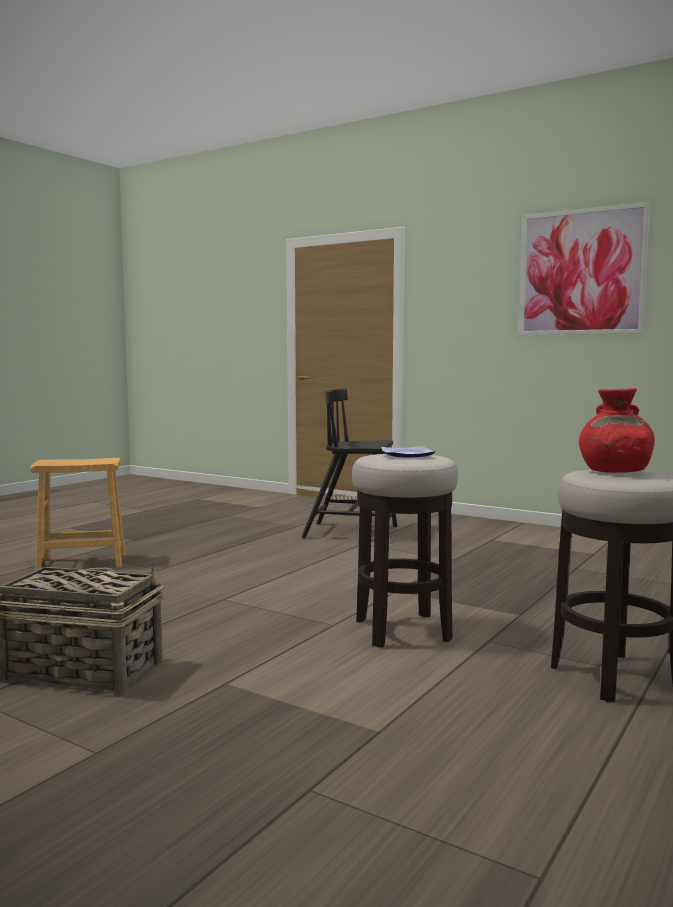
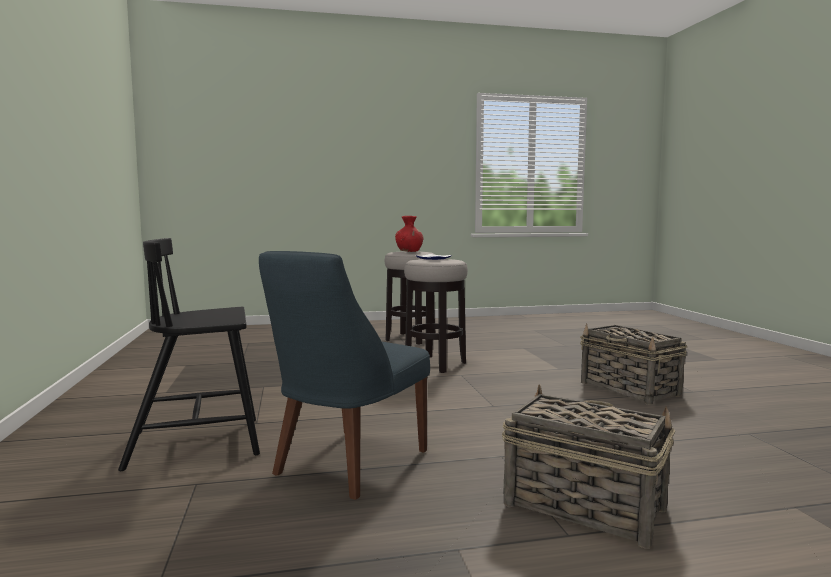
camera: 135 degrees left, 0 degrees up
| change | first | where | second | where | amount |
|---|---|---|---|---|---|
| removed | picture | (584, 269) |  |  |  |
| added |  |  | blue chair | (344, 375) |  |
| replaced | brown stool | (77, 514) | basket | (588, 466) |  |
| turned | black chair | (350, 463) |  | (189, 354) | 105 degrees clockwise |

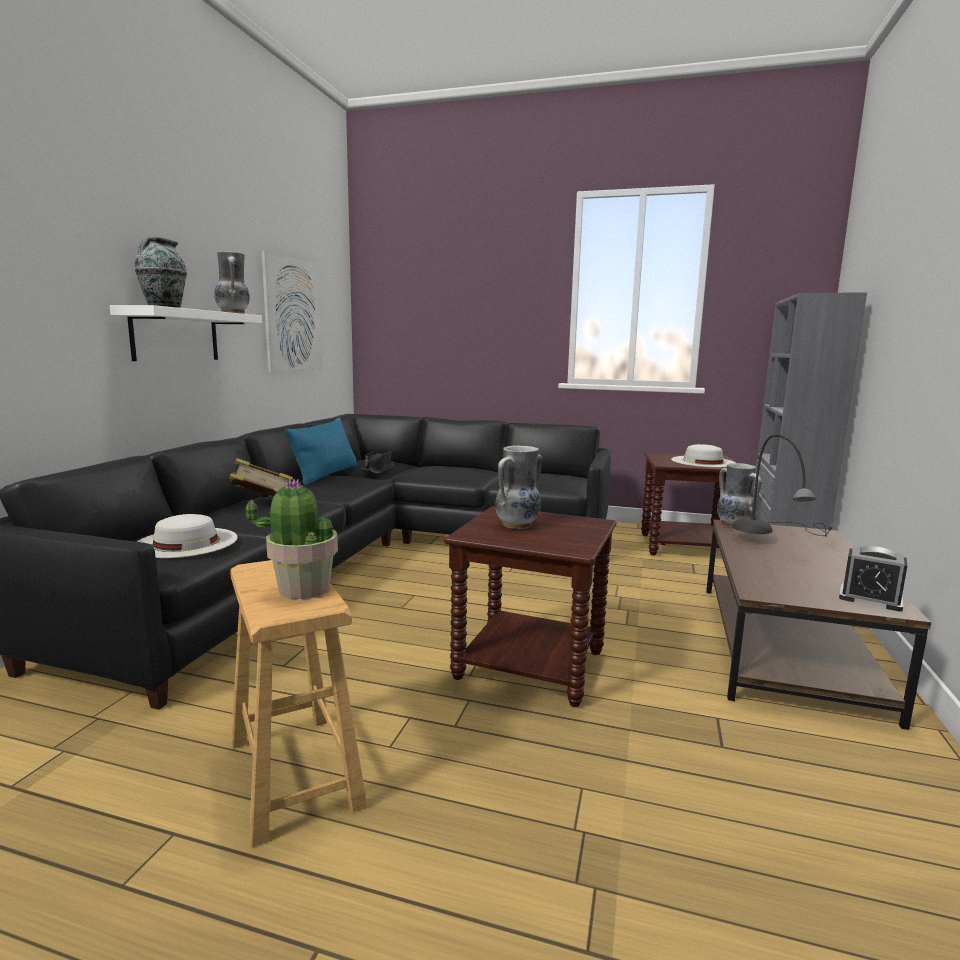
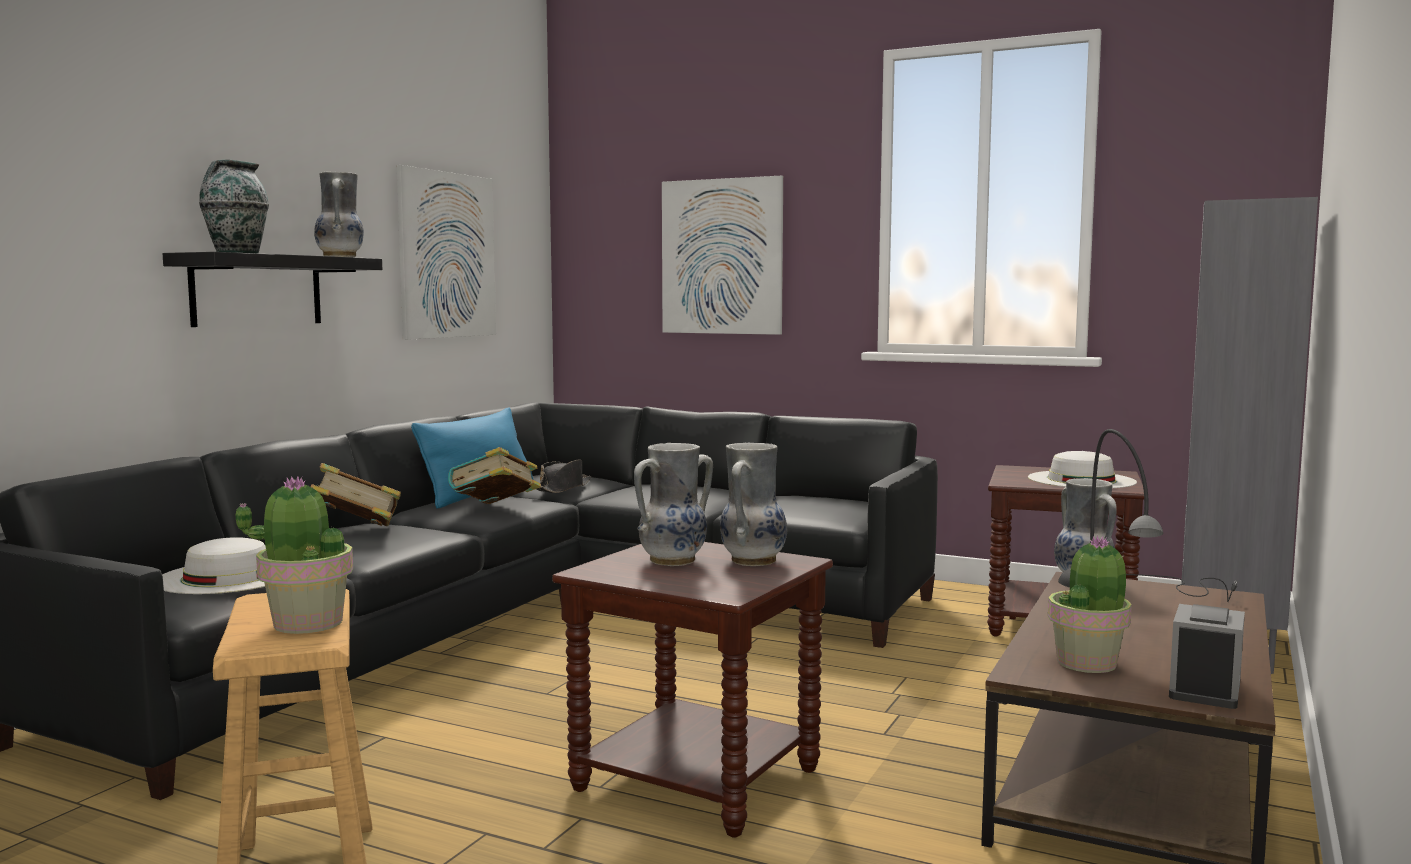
camera: 10 degrees right, 5 degrees down
| change | first | where | second | where | amount |
|---|---|---|---|---|---|
| added |  |  | book | (494, 475) |  |
| added |  |  | picture | (722, 255) |  |
| added |  |  | vase | (753, 504) |  |
| added |  |  | potted plant | (1090, 604) |  |
| recoloured | white shelf | (186, 333) | black shelf | (272, 289) |  |
| turned | alarm clock | (873, 578) |  | (1207, 656) | 105 degrees counterclockwise |

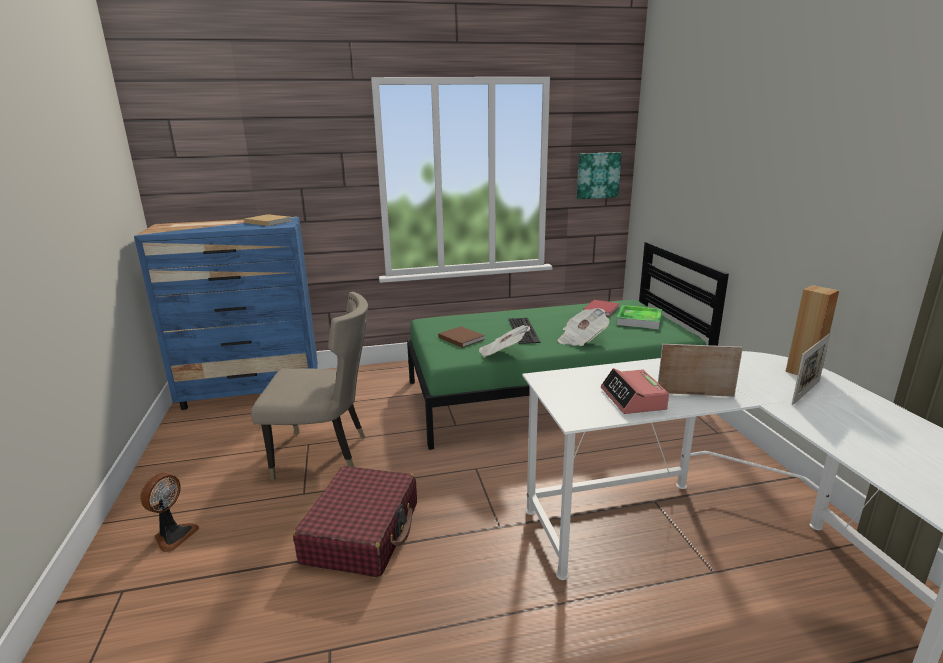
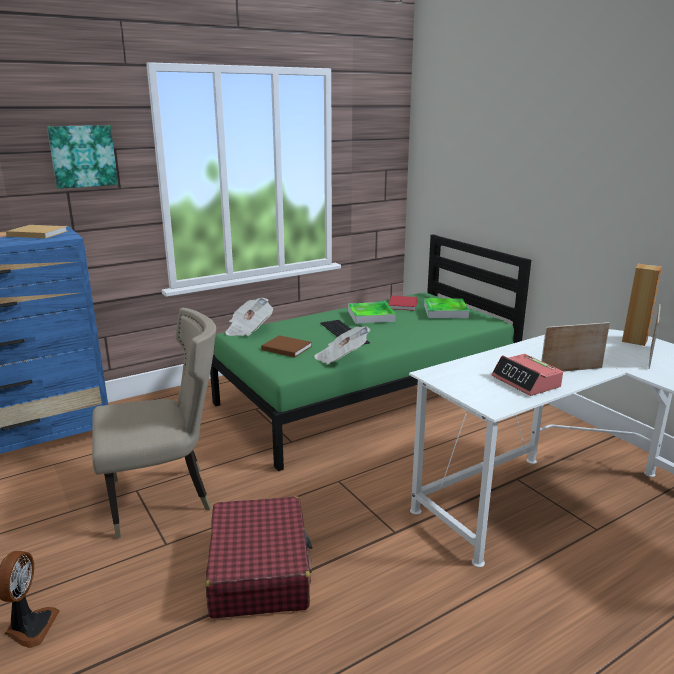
camera: 20 degrees left, 0 degrees up
| change | first | where | second | where | amount |
|---|---|---|---|---|---|
| added |  |  | tray | (372, 313) |  |
| moved | newspaper | (583, 327) |  | (249, 317) |  |
| moved | picture | (599, 175) |  | (82, 157) |  |

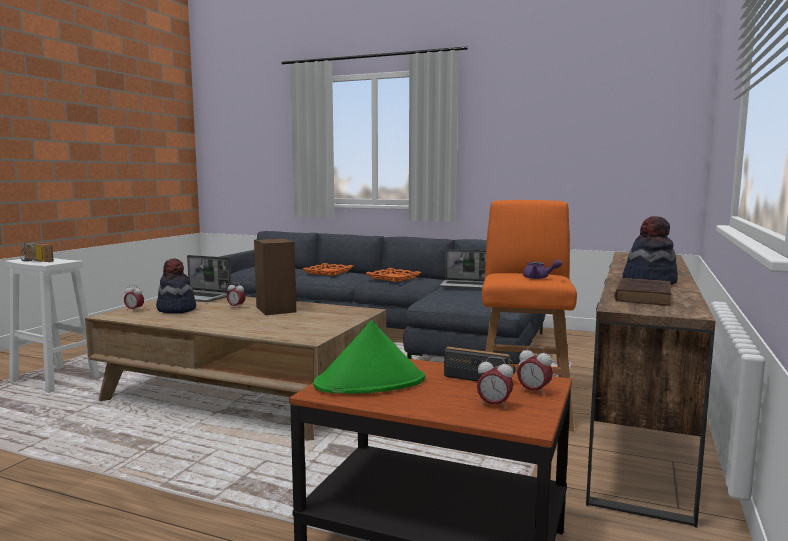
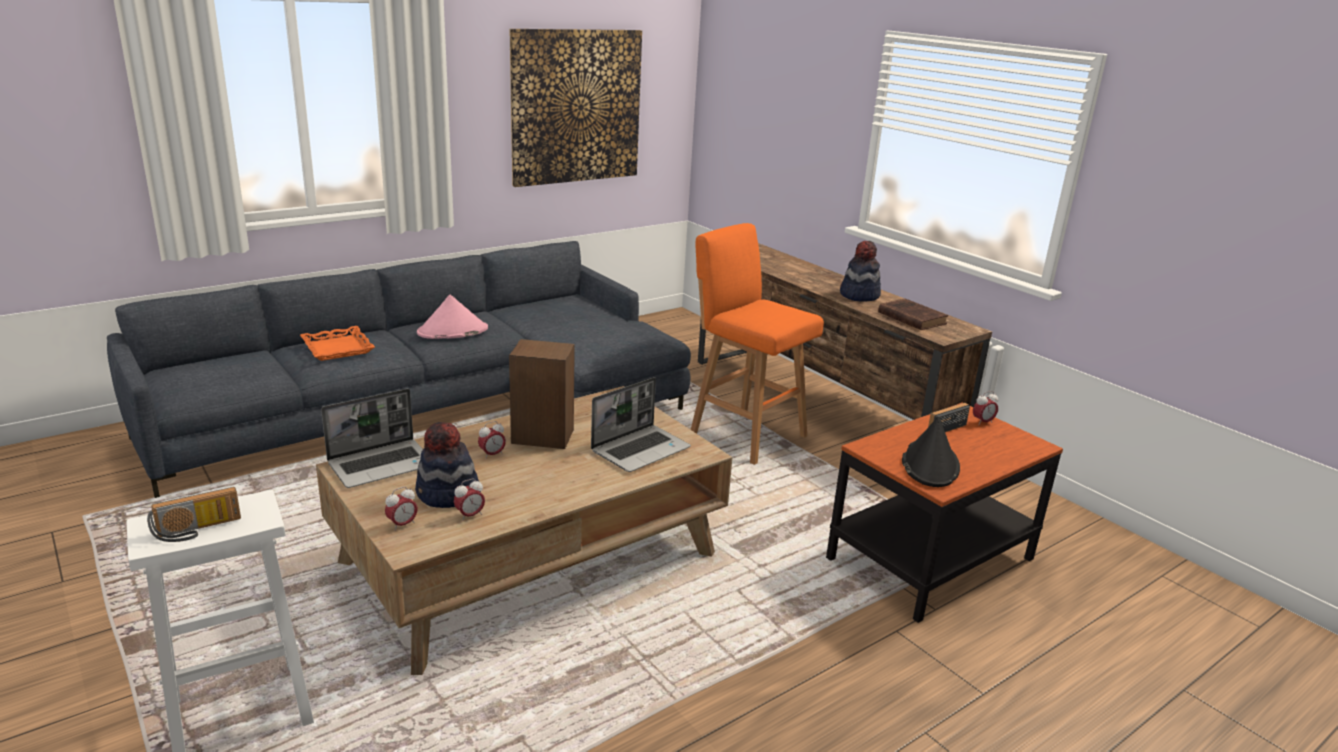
camera: 60 degrees left, 15 degrees up
| change | first | where | second | where | amount |
|---|---|---|---|---|---|
| removed | purple teapot | (542, 269) |  |  |  |
| added |  |  | picture | (575, 108) |  |
| moved | laptop | (463, 269) |  | (641, 424) |  |
| moved | alarm clock | (495, 383) |  | (469, 500) |  |
| replaced | orange tray | (394, 275) | pink hat | (452, 317) |  |
| recoloured | green hat | (369, 357) | black hat | (931, 451) |  |

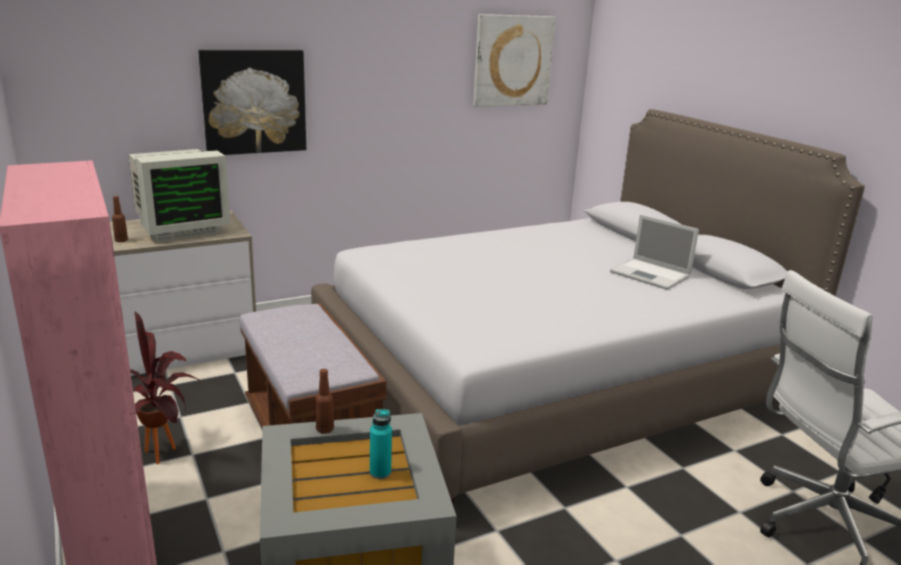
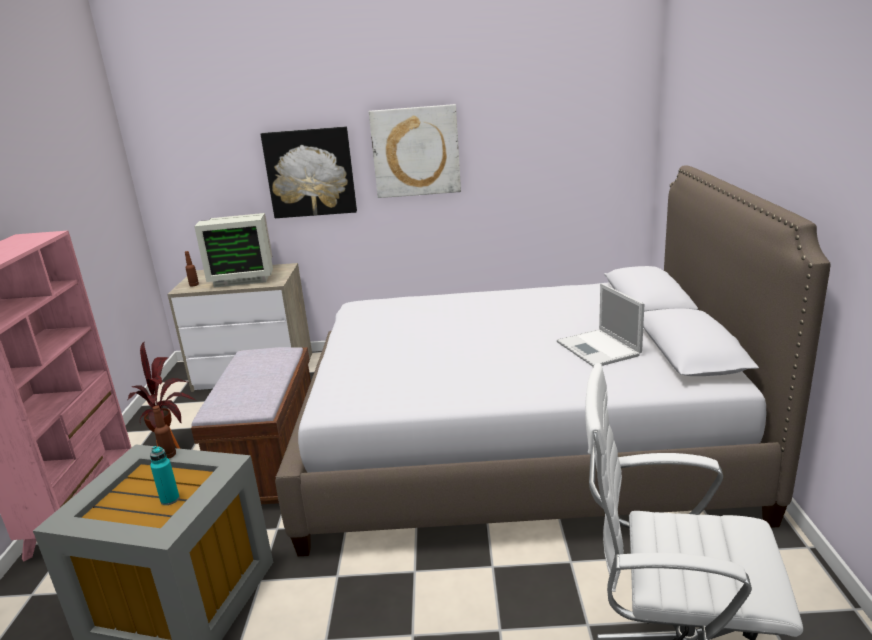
camera: 30 degrees right, 0 degrees up
| change | first | where | second | where | amount |
|---|---|---|---|---|---|
| moved | picture | (514, 60) |  | (415, 151) |  |

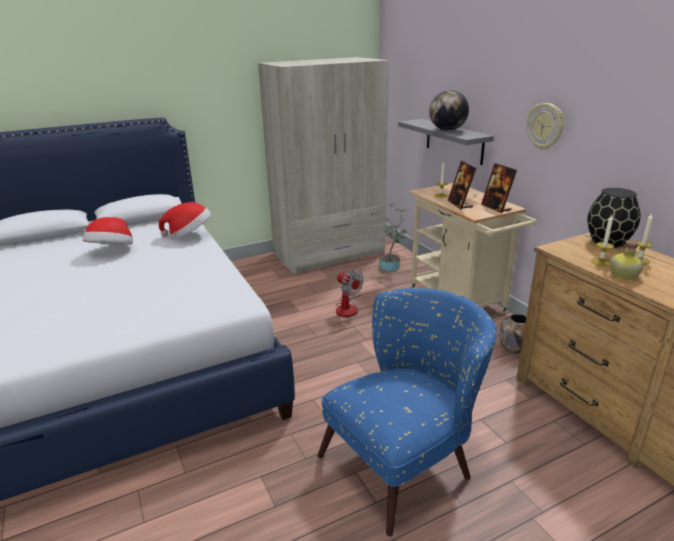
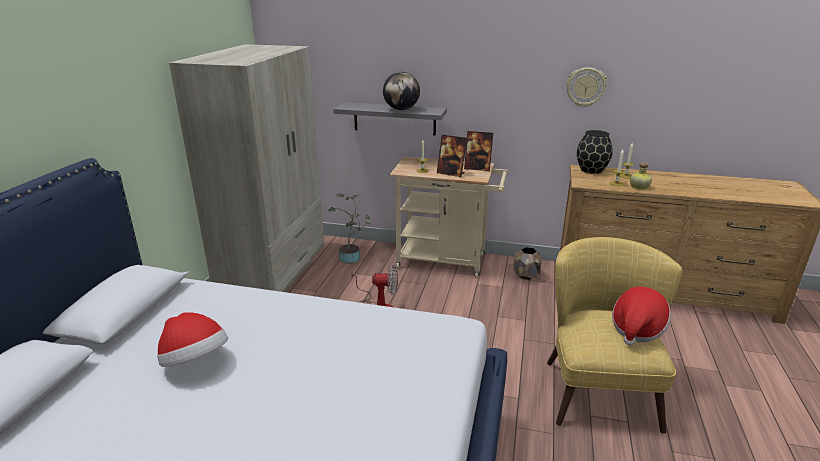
camera: 50 degrees left, 0 degrees up
| change | first | where | second | where | amount |
|---|---|---|---|---|---|
| moved | hat | (185, 220) |  | (641, 316) |  |
| moved | wall clock | (545, 126) |  | (586, 87) |  |
| recoloured | blue armchair | (407, 412) | yellow armchair | (614, 335) |  |

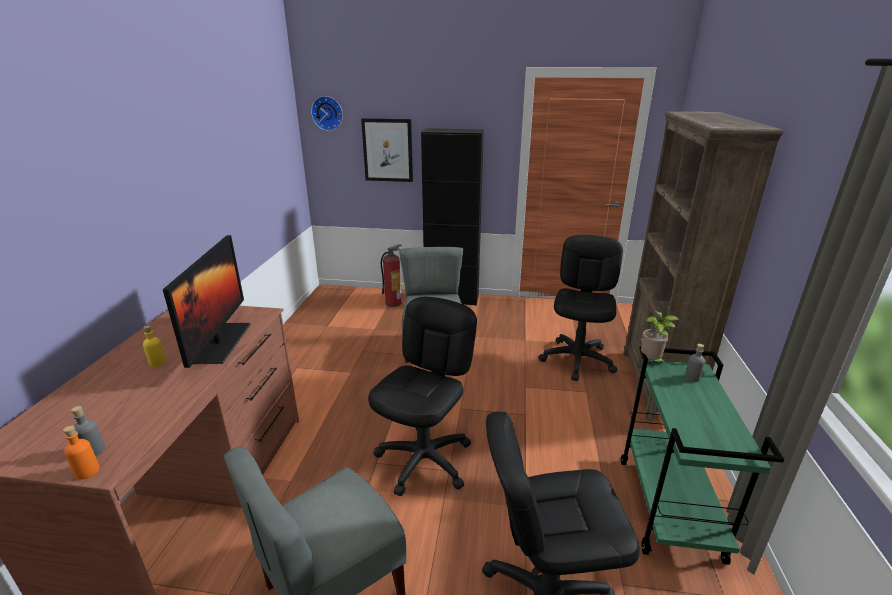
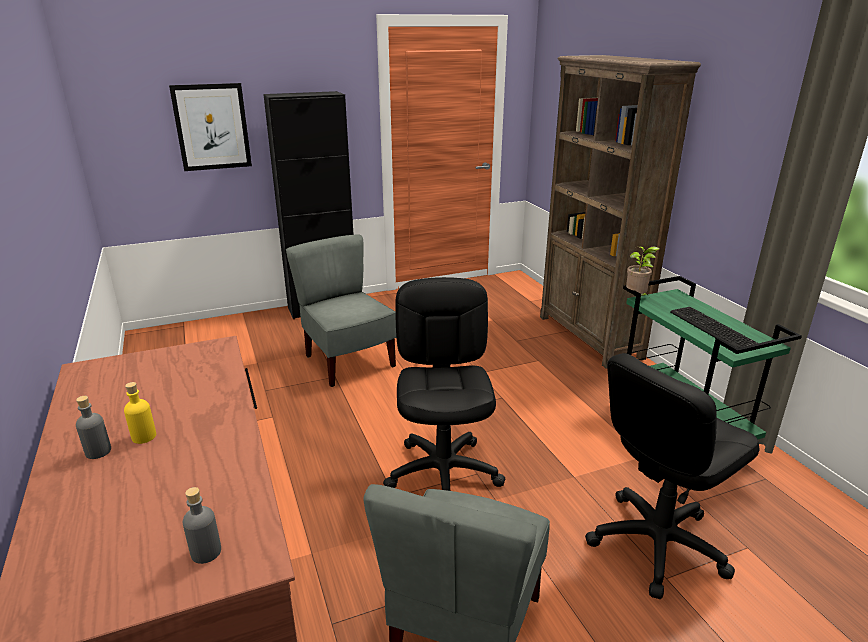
camera: 30 degrees left, 0 degrees up
| change | first | where | second | where | amount |
|---|---|---|---|---|---|
| removed | orange bottle | (81, 452) |  |  |  |
| removed | monitor | (206, 301) |  |  |  |
| removed | wall clock | (327, 113) |  |  |  |
| removed | fire extinguisher | (391, 275) |  |  |  |
| removed | black office chair | (581, 308) |  |  |  |
| added |  |  | keyboard | (714, 327) |  |
| moved | grey bottle | (695, 363) |  | (93, 427) |  |

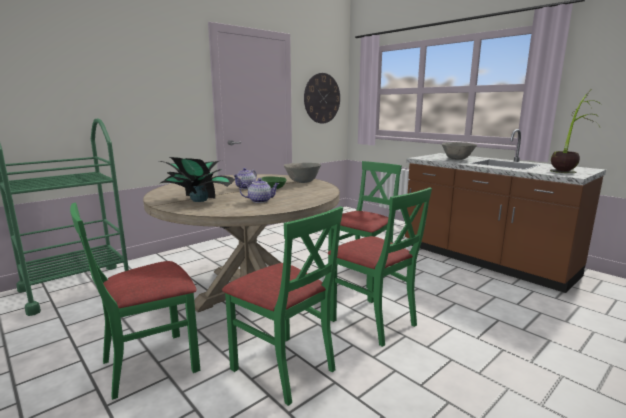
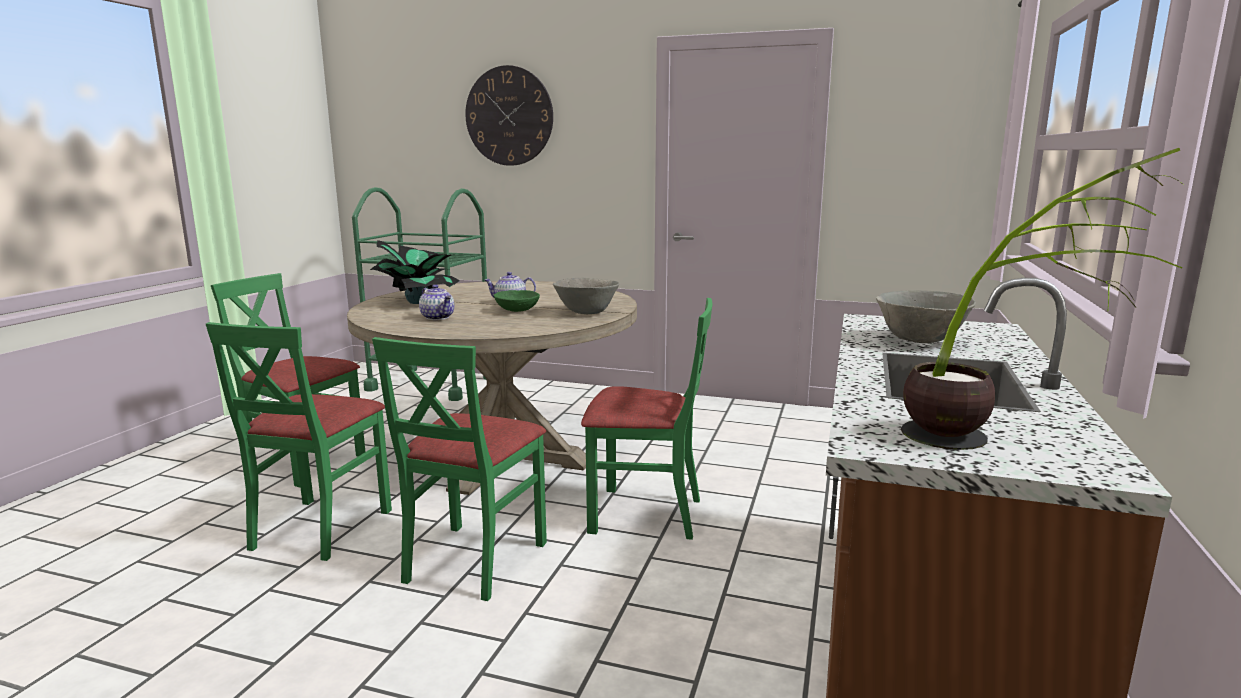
camera: 60 degrees right, 0 degrees up
| change | first | where | second | where | amount |
|---|---|---|---|---|---|
| moved | wall clock | (322, 98) |  | (509, 115) |  |

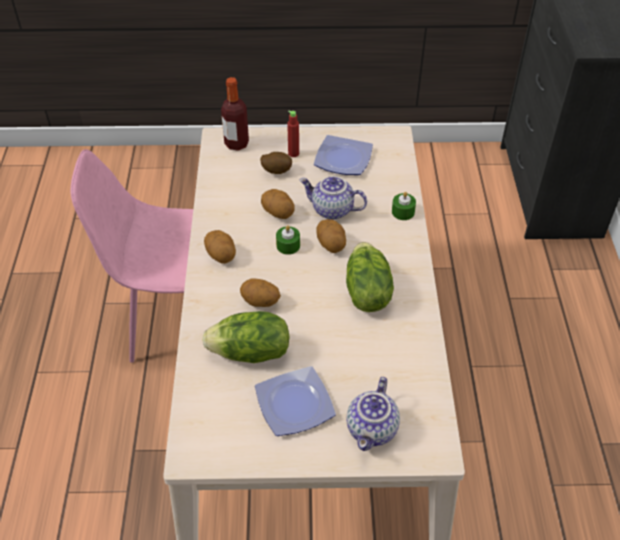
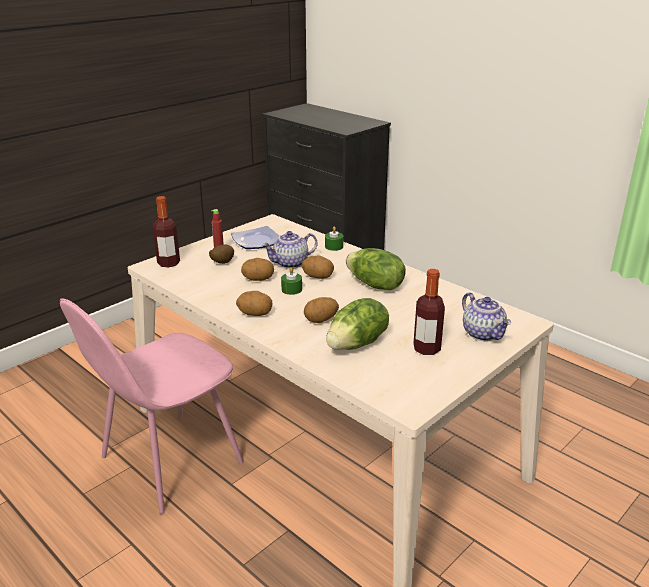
camera: 45 degrees left, 20 degrees down
| change | first | where | second | where | amount |
|---|---|---|---|---|---|
| replaced | plate | (295, 401) | bottle | (429, 312) |  |

